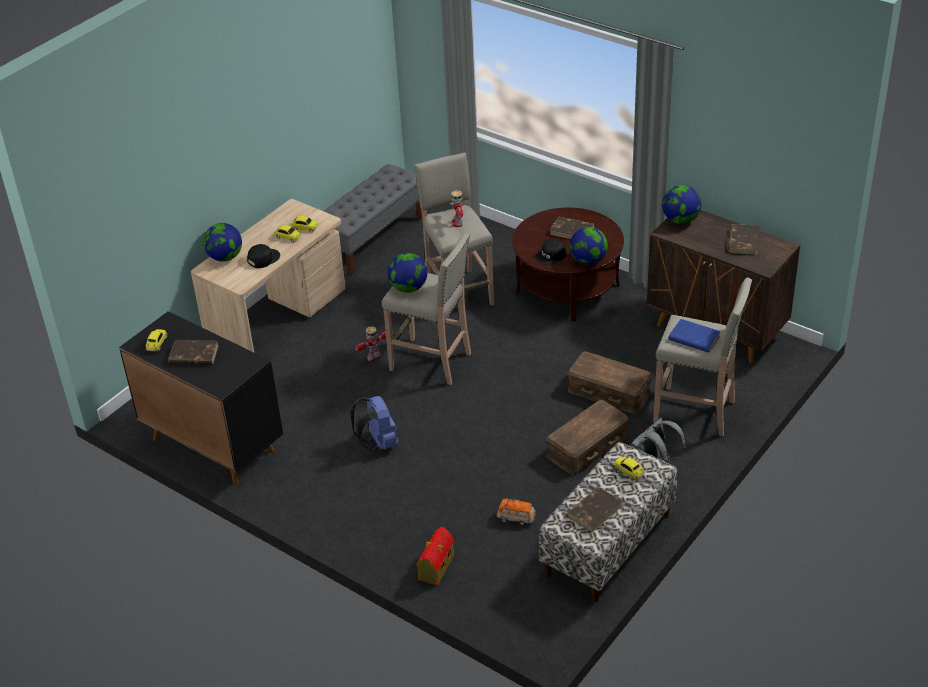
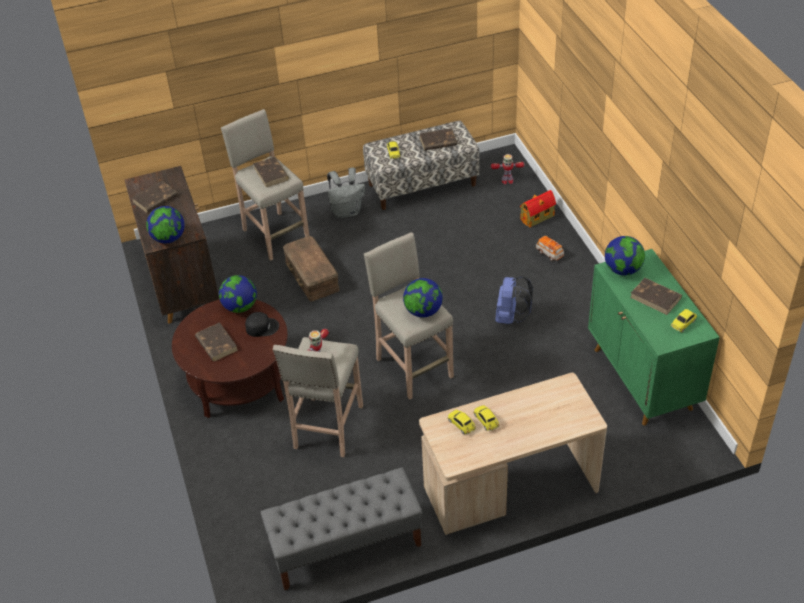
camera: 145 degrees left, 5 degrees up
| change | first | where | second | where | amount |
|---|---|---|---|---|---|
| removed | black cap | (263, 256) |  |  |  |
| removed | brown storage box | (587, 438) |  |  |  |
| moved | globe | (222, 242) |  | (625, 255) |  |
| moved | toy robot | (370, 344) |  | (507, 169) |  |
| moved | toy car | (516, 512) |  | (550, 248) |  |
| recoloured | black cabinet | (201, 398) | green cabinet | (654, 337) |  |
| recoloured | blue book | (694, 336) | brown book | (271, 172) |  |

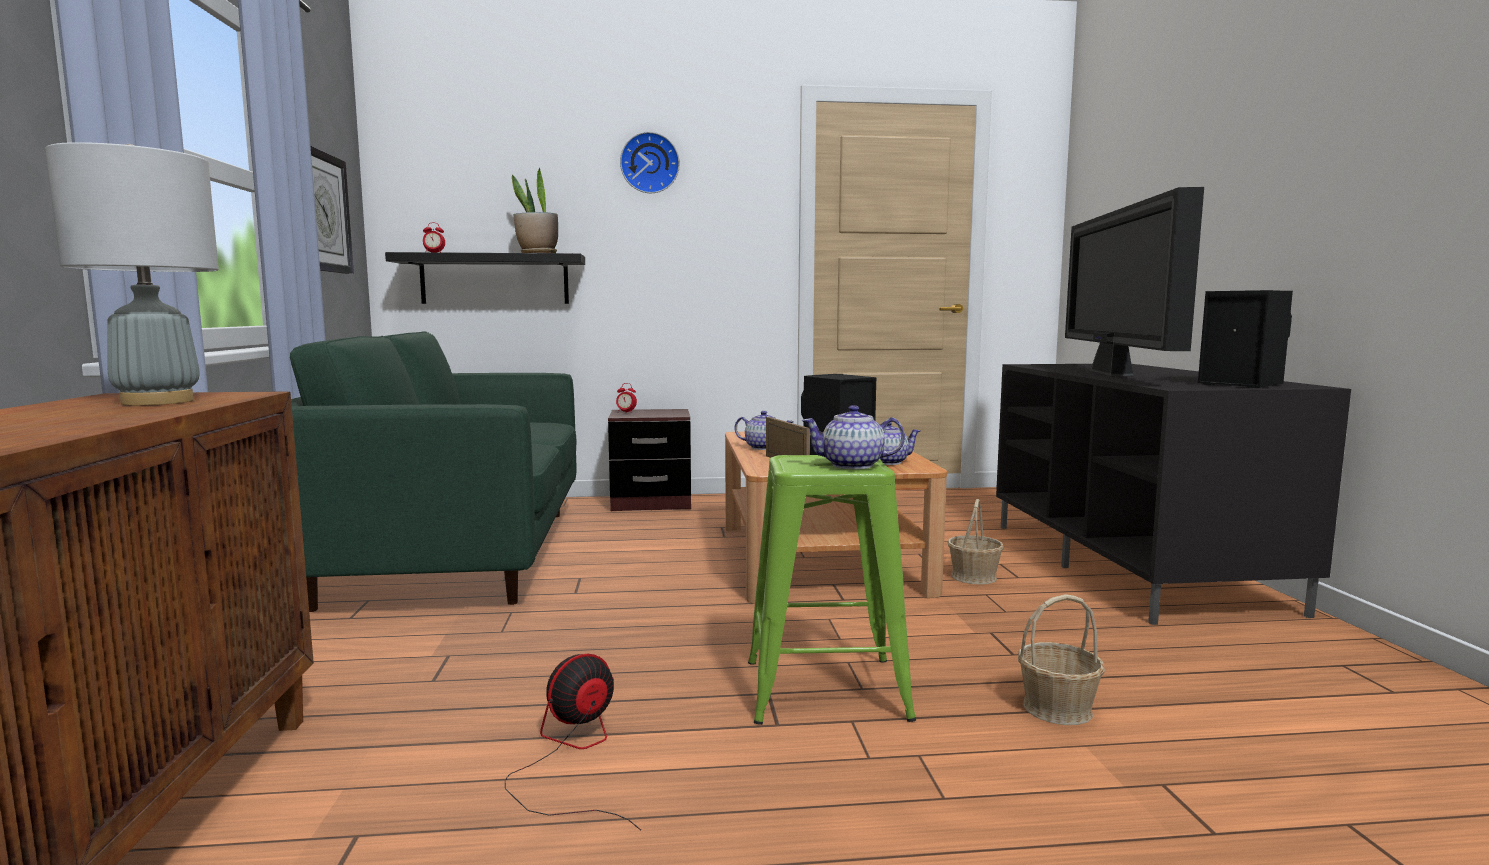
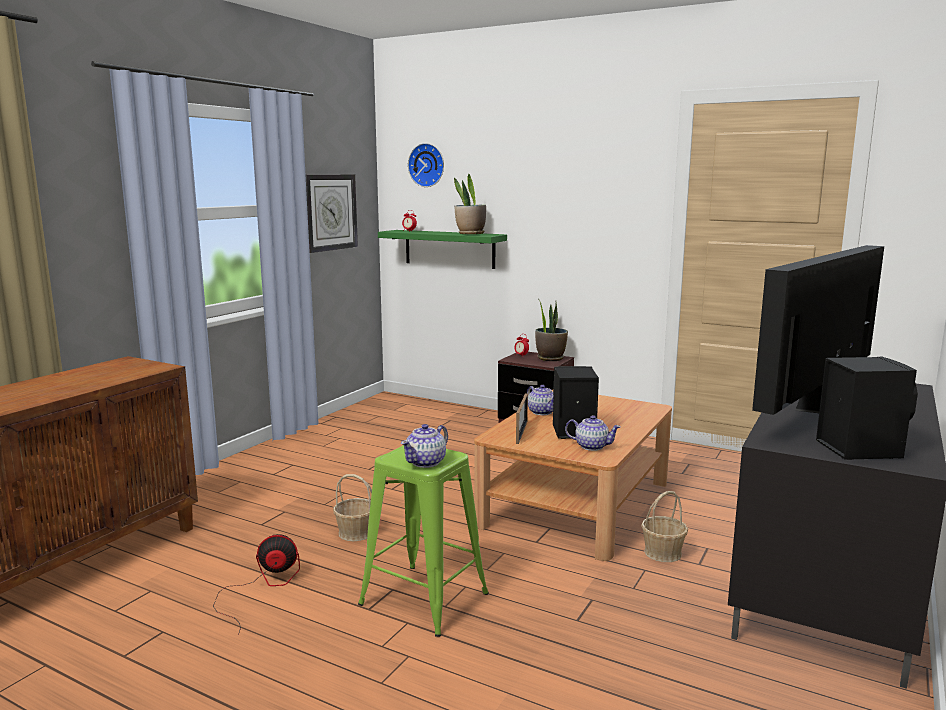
camera: 35 degrees right, 5 degrees up
| change | first | where | second | where | amount |
|---|---|---|---|---|---|
| removed | grey table lamp | (132, 274) |  |  |  |
| removed | green sofa | (433, 471) |  |  |  |
| added |  |  | potted plant | (551, 330) |  |
| moved | wall clock | (650, 162) |  | (426, 165) |  |
| moved | basket | (1061, 659) |  | (352, 507) |  |
| recoloured | black shelf | (485, 278) | green shelf | (442, 249) |  |
| turned | teapot | (853, 437) |  | (424, 446) | 90 degrees counterclockwise |

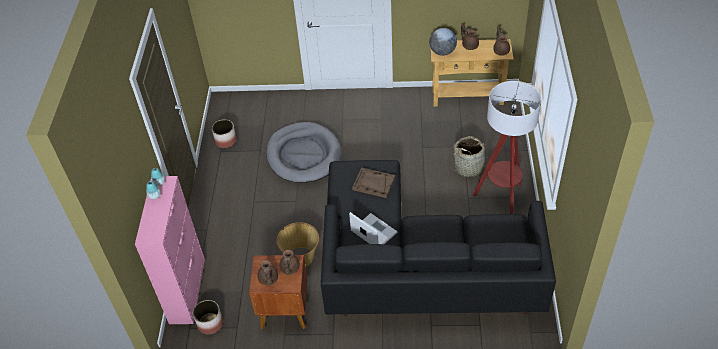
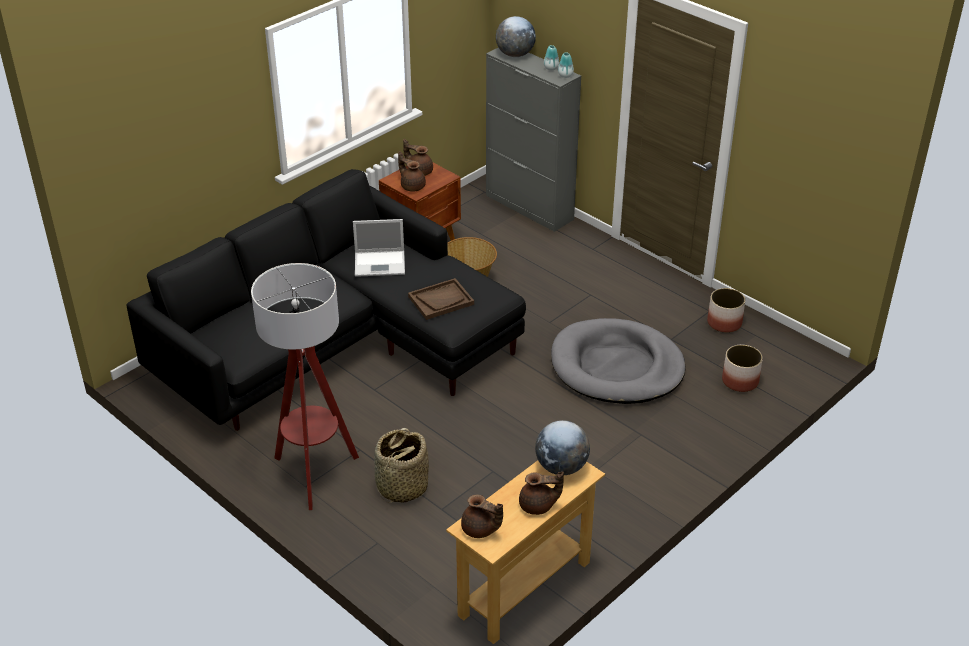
camera: 130 degrees right, 10 degrees down
| change | first | where | second | where | amount |
|---|---|---|---|---|---|
| added |  |  | globe | (516, 36) |  |
| moved | planter | (208, 317) |  | (742, 368) |  |
| recoloured | pink cabinet | (170, 250) | grey cabinet | (533, 139) |  |

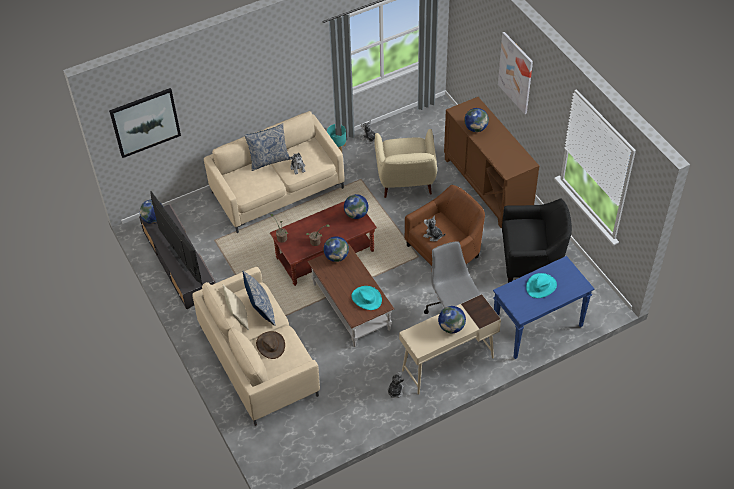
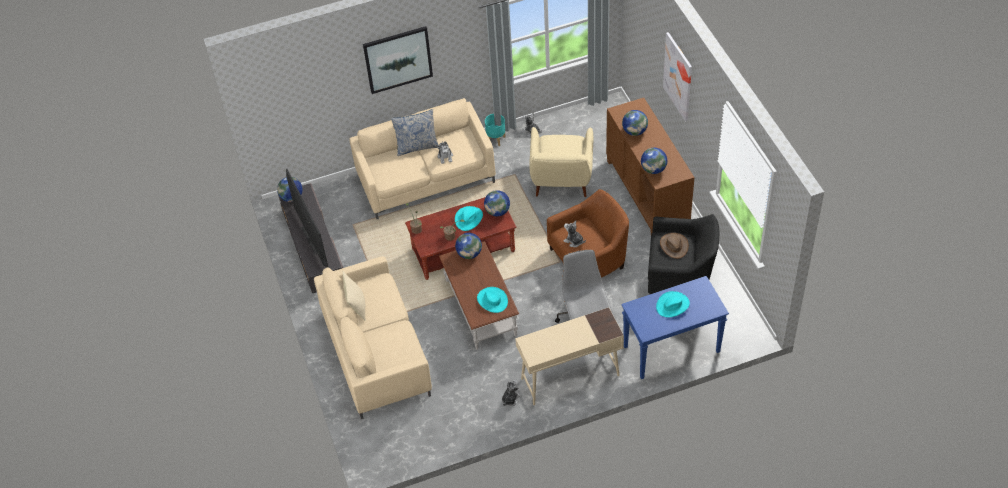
camera: 10 degrees right, 0 degrees up
| change | first | where | second | where | amount |
|---|---|---|---|---|---|
| removed | pillow | (259, 298) |  |  |  |
| added |  |  | turquoise hat | (469, 218) |  |
| moved | picture | (145, 123) |  | (398, 60) |  |
| moved | brown hat | (270, 345) |  | (674, 246) |  |
| moved | globe | (452, 319) |  | (654, 161) |  |

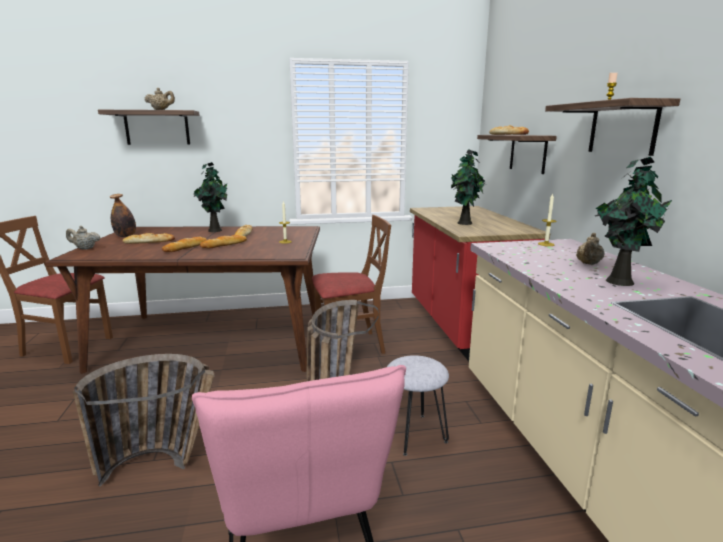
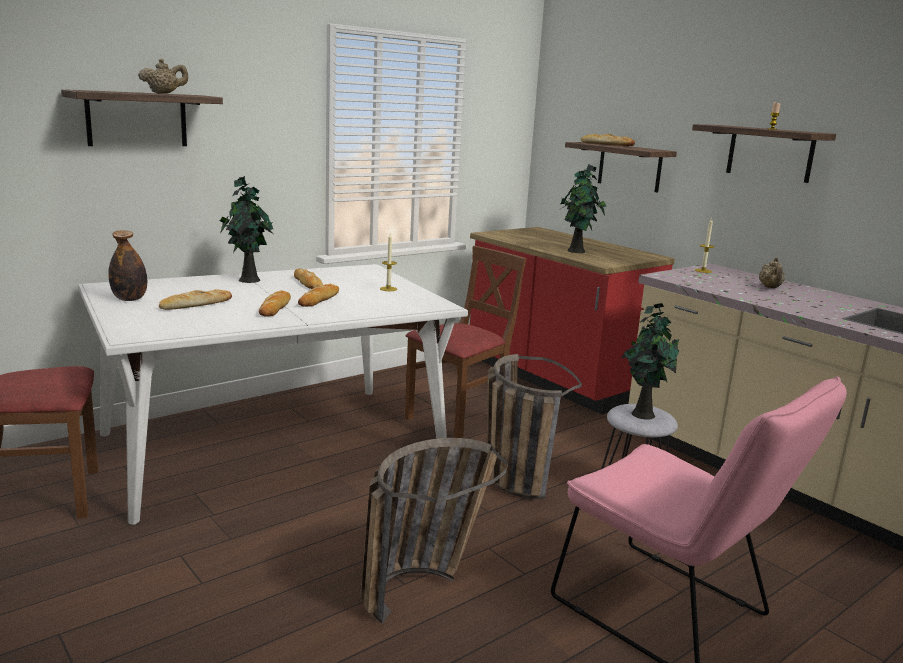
camera: 30 degrees left, 0 degrees up
| change | first | where | second | where | amount |
|---|---|---|---|---|---|
| removed | beige teapot | (83, 238) |  |  |  |
| moved | potted plant | (633, 221) |  | (650, 361) |  |
| recoloured | brown dining table | (182, 300) | white dining table | (273, 394) |  |

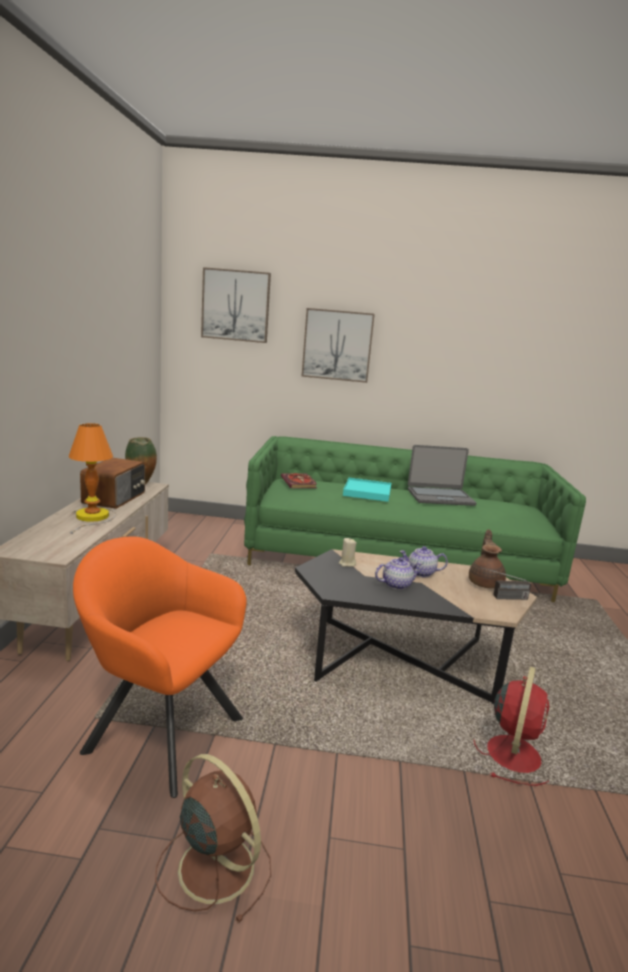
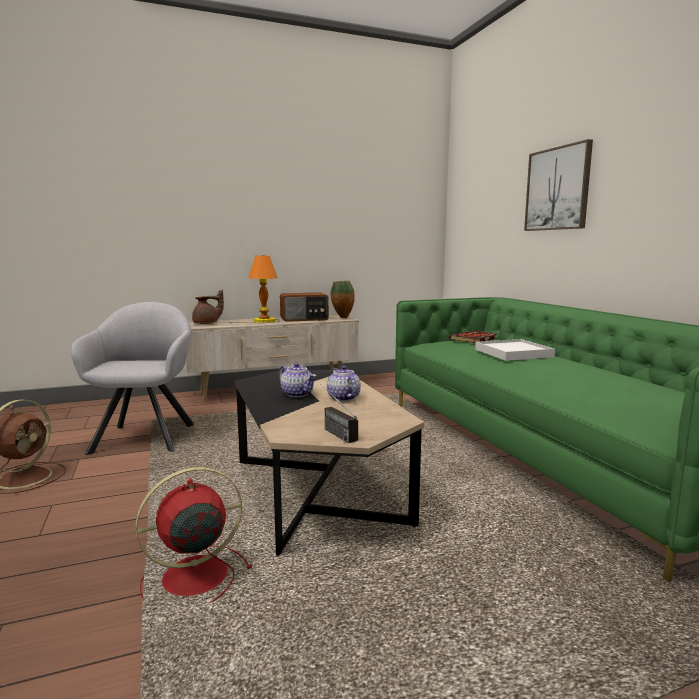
camera: 65 degrees right, 5 degrees down
| change | first | where | second | where | amount |
|---|---|---|---|---|---|
| removed | picture | (236, 305) |  |  |  |
| removed | beige candle | (348, 552) |  |  |  |
| removed | laptop | (442, 475) |  |  |  |
| moved | brown teapot | (487, 558) |  | (208, 307) |  |
| recoloured | orange armchair | (160, 667) | grey armchair | (133, 378) |  |
| recoloured | turquoise tray | (367, 490) | white tray | (515, 350) |  |
| turned | red fan | (511, 726) |  | (193, 535) | 150 degrees clockwise |

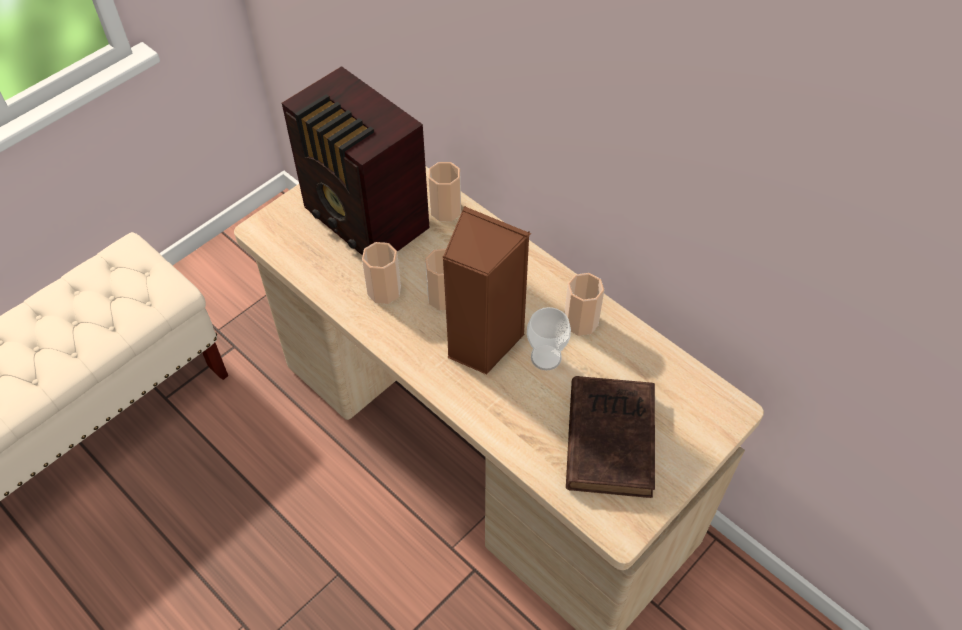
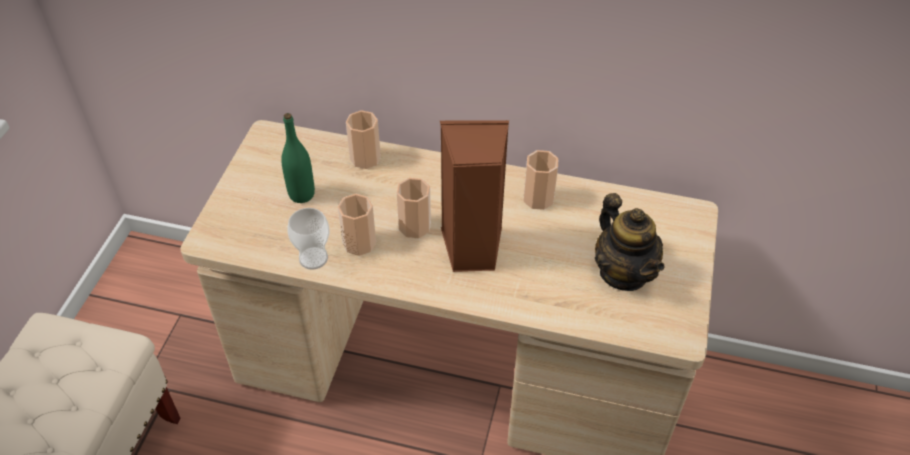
camera: 30 degrees left, 5 degrees down
| change | first | where | second | where | amount |
|---|---|---|---|---|---|
| moved | cup | (549, 339) |  | (308, 239) |  |
| replaced | radio | (355, 160) | green bottle | (298, 158) |  |
| replaced | brown book | (610, 437) | teapot | (630, 242) |  |

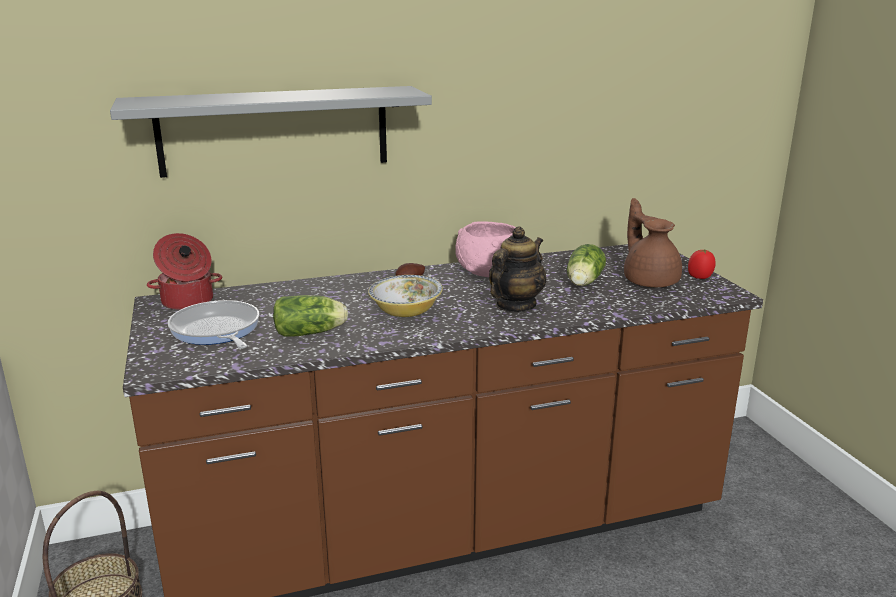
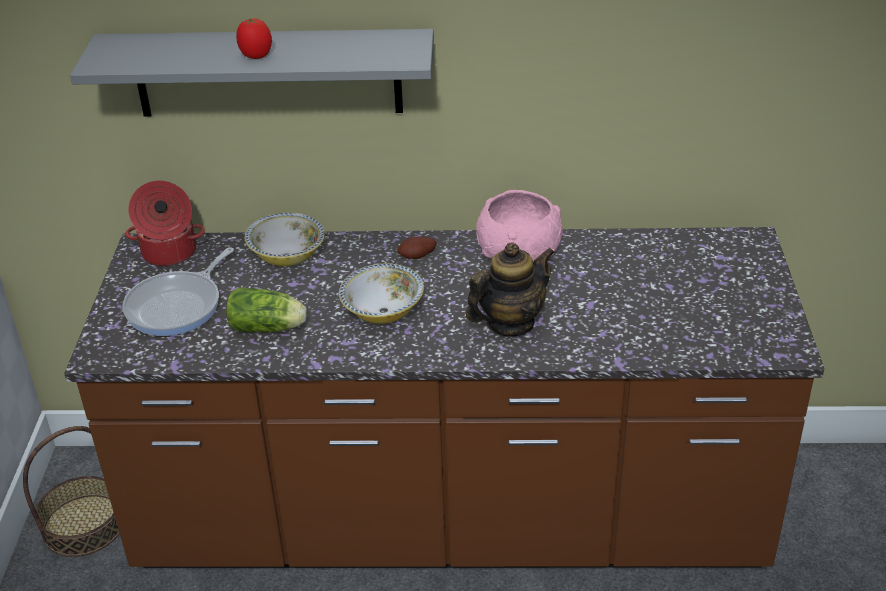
camera: 20 degrees right, 15 degrees up
| change | first | where | second | where | amount |
|---|---|---|---|---|---|
| removed | lettuce | (586, 265) |  |  |  |
| removed | brown teapot | (653, 243) |  |  |  |
| added |  |  | bowl | (285, 239) |  |
| moved | tomato | (702, 264) |  | (254, 39) |  |
| turned | frying pan | (213, 324) |  | (178, 291) | 135 degrees counterclockwise |

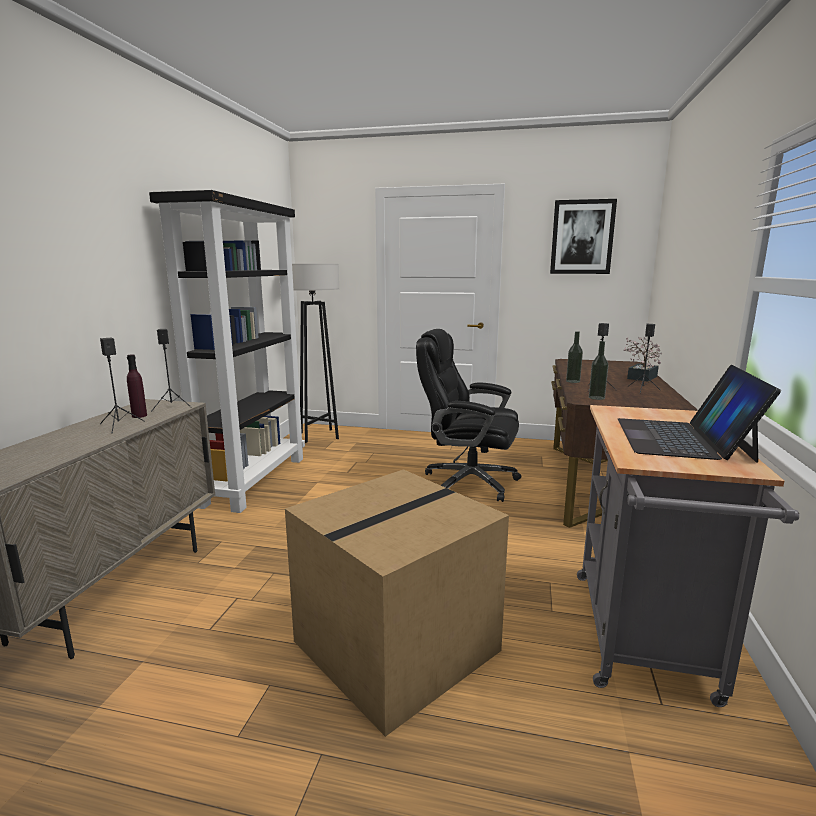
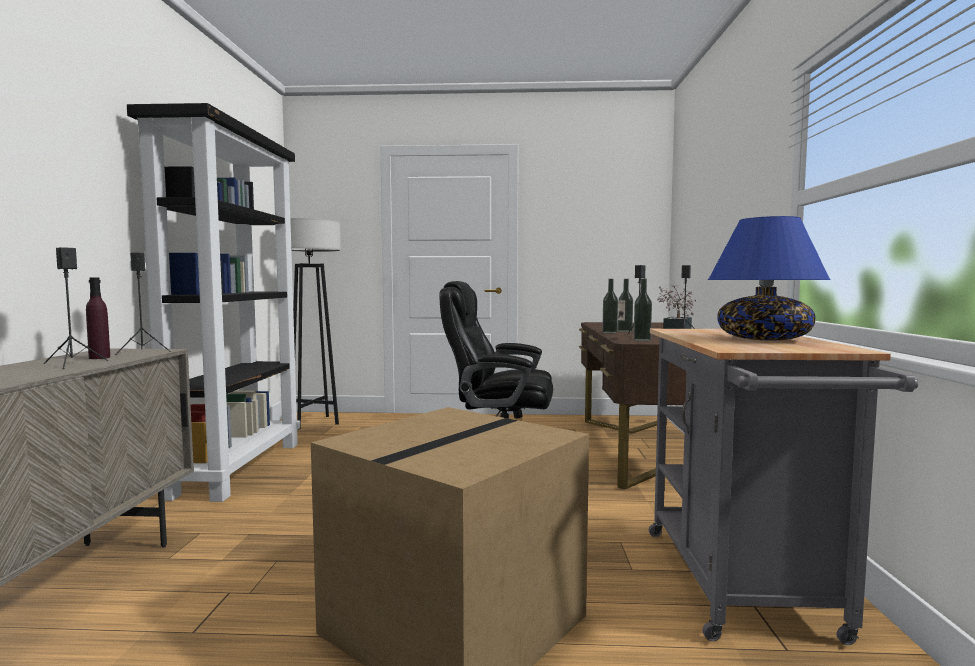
camera: 10 degrees left, 10 degrees down
| change | first | where | second | where | amount |
|---|---|---|---|---|---|
| removed | picture | (583, 236) |  |  |  |
| added |  |  | bottle | (625, 305) |  |
| replaced | laptop | (699, 414) | blue table lamp | (769, 278) |  |

